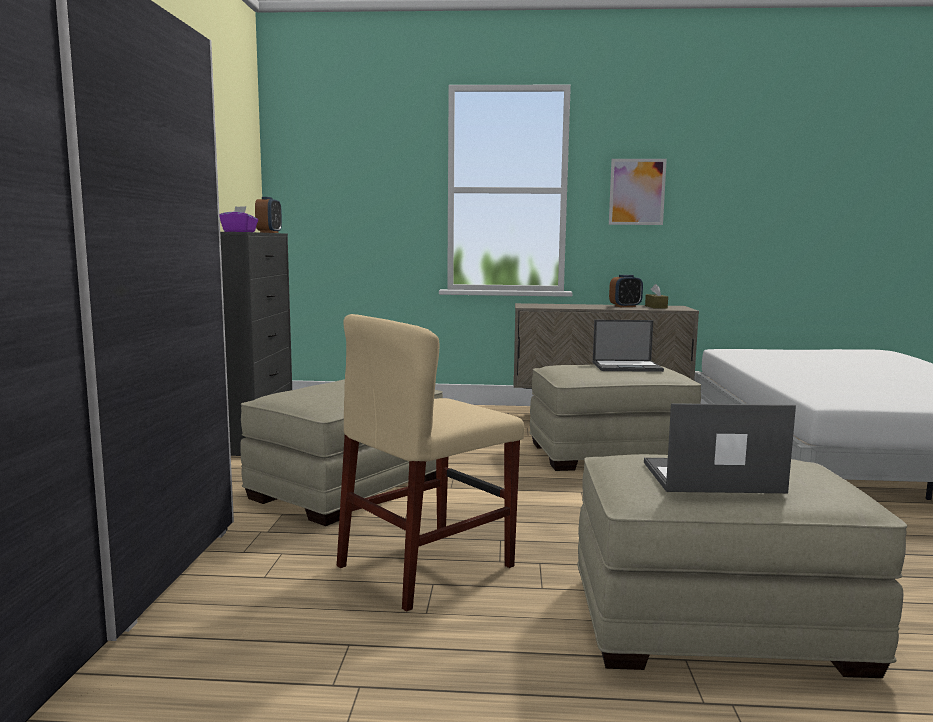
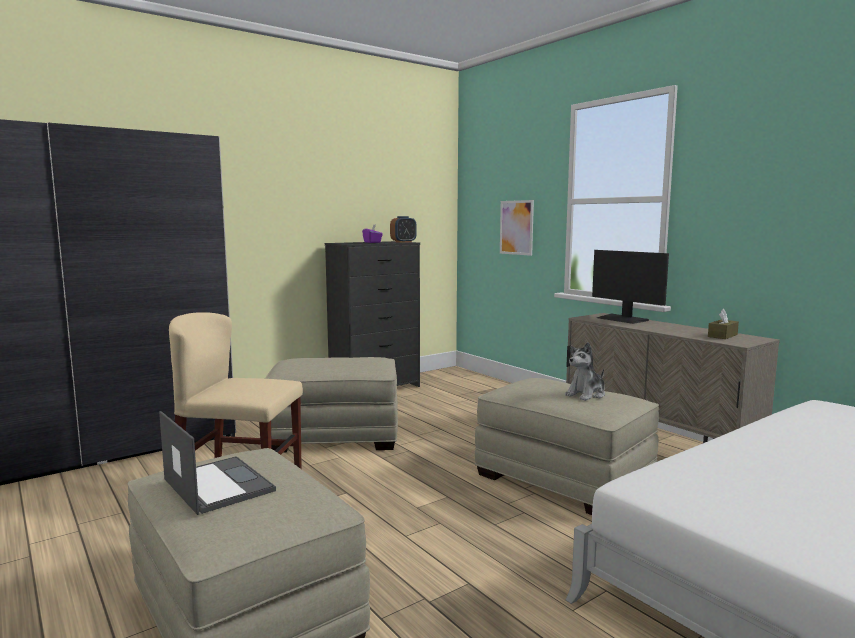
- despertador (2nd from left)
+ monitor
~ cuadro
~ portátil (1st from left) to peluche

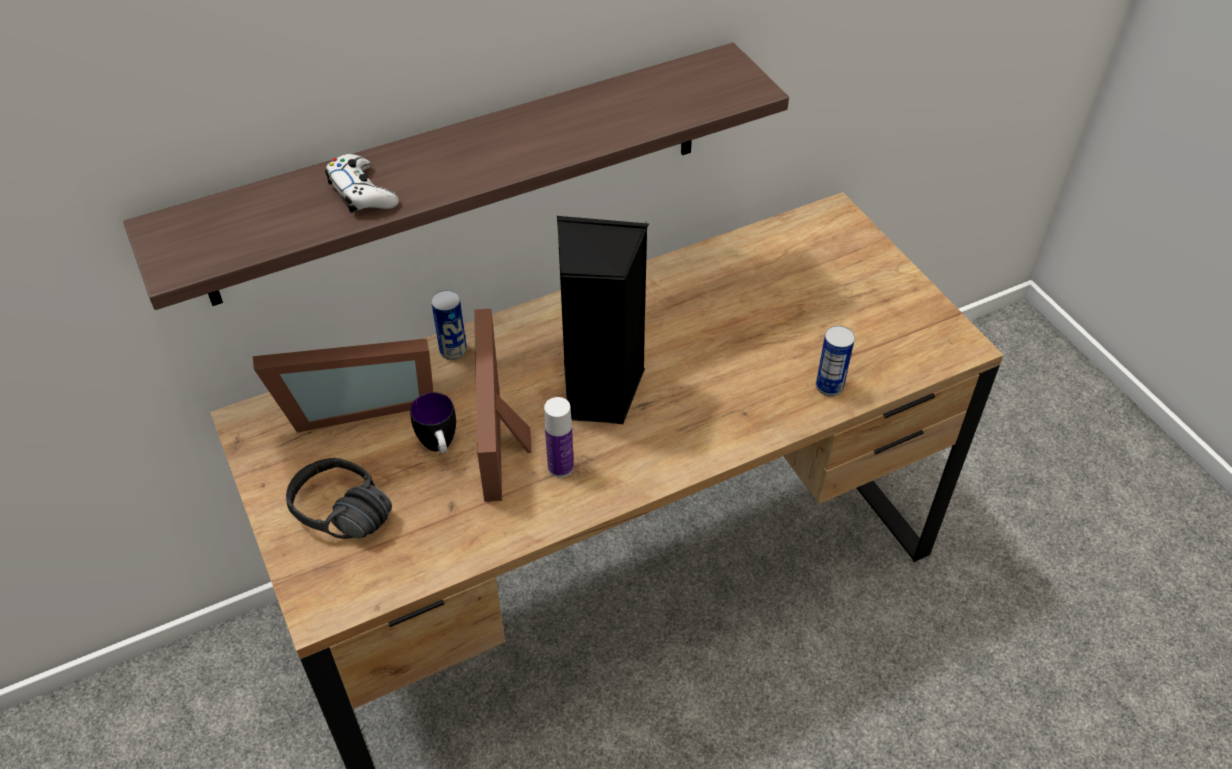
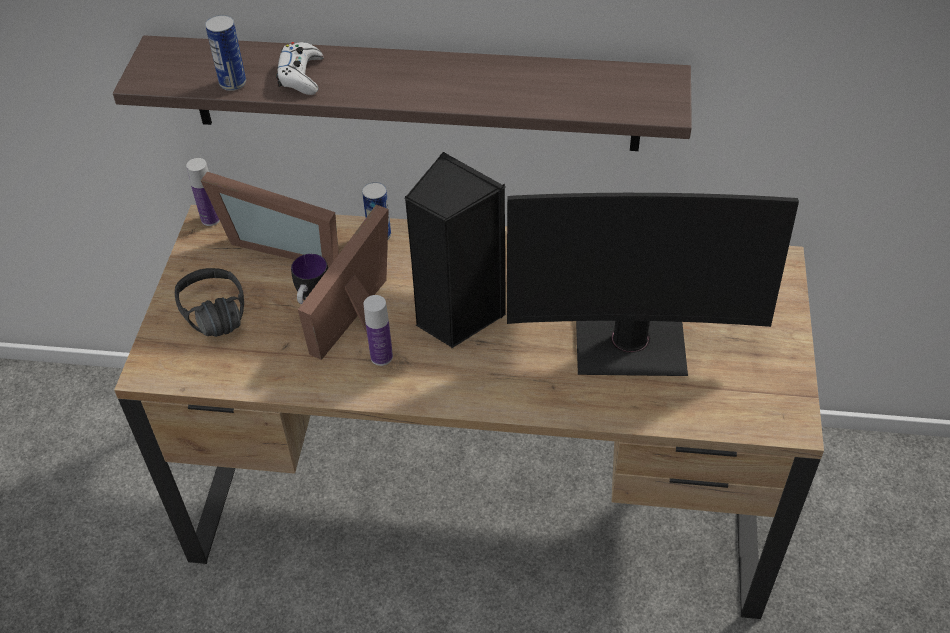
+ botella (1st from left)
+ monitor
~ lata (2nd from left in the first image) to lata (1st from left)

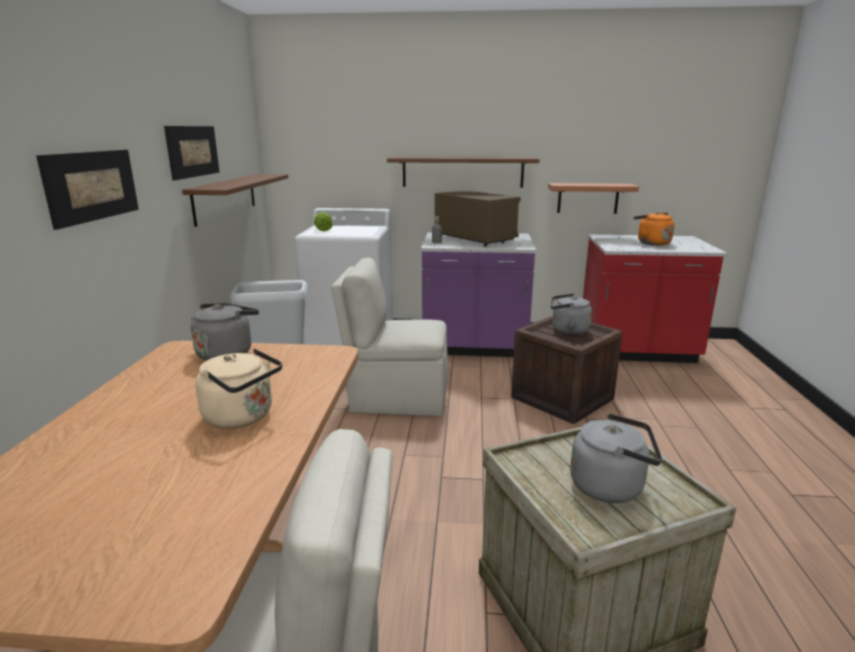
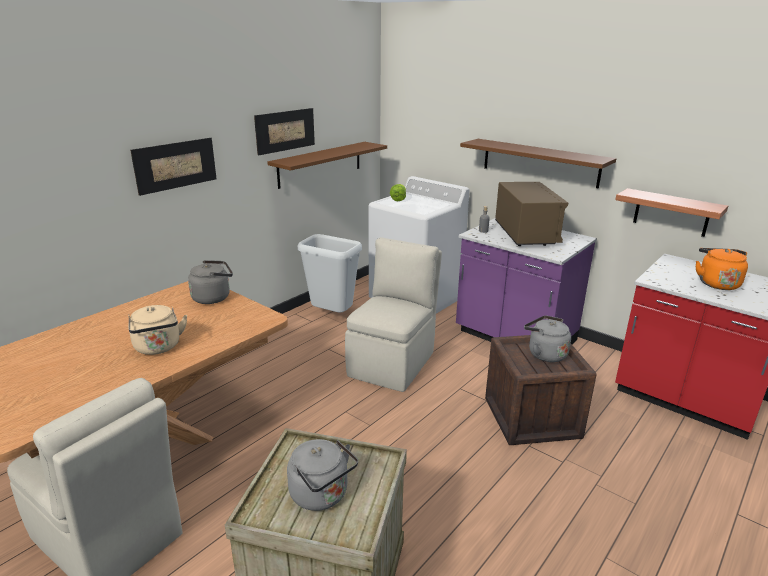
~ silla [beis] (2nd from left) 75 degrees clockwise

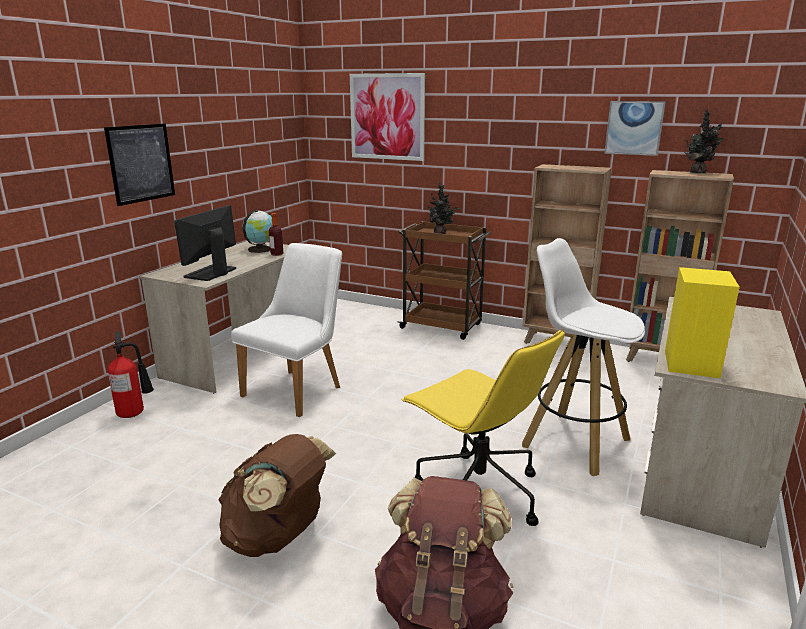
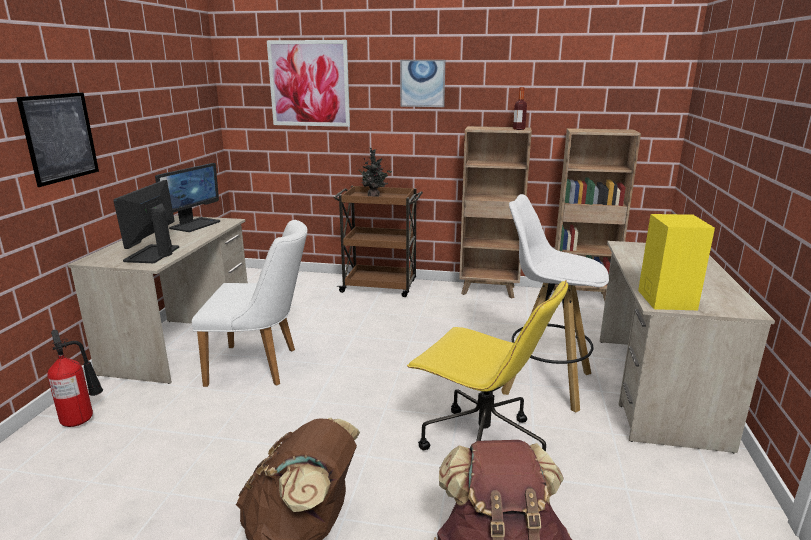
- planta en maceta (2nd from left)
~ botella
~ cuadro (3rd from left)
~ globo terráqueo to monitor (2nd from left)
~ silla [blanco] 75 degrees clockwise

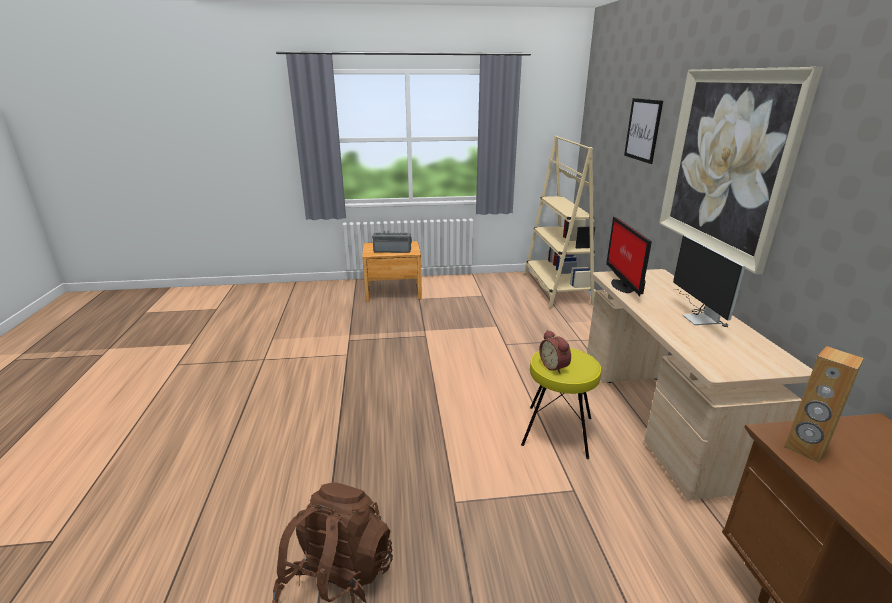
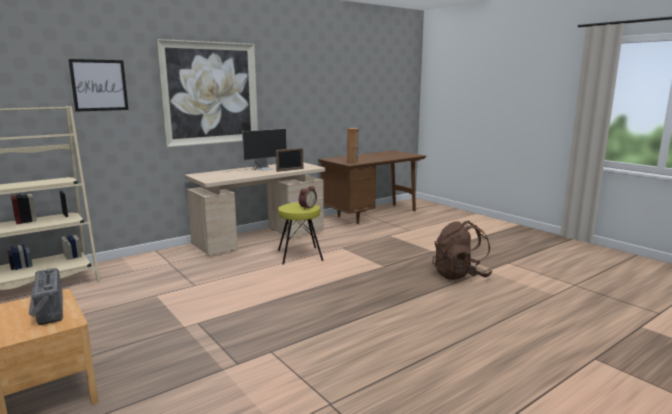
- monitor (1st from left)
+ portarretratos

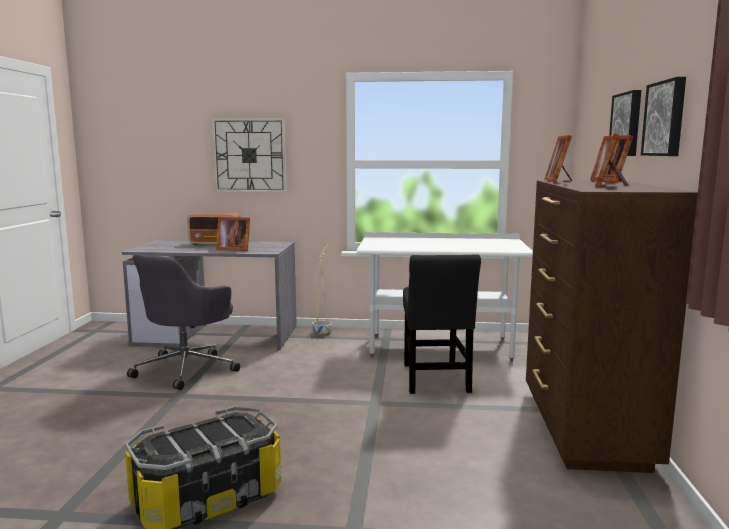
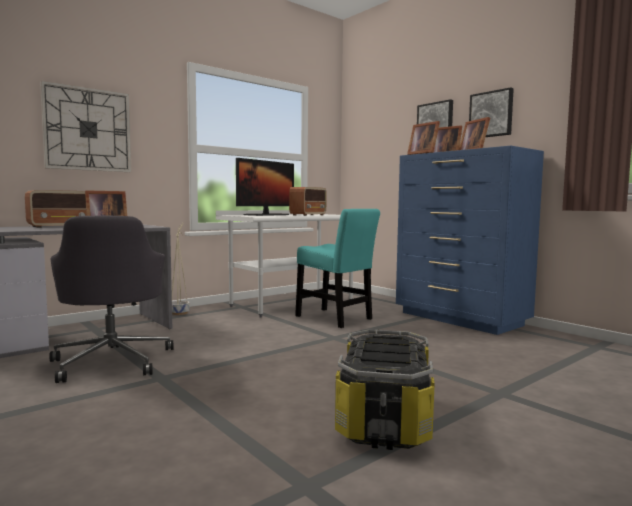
+ monitor
+ radio (2nd from left)
~ silla [negro] to silla [turquesa]
~ cómoda [marrón] to cómoda [azul]

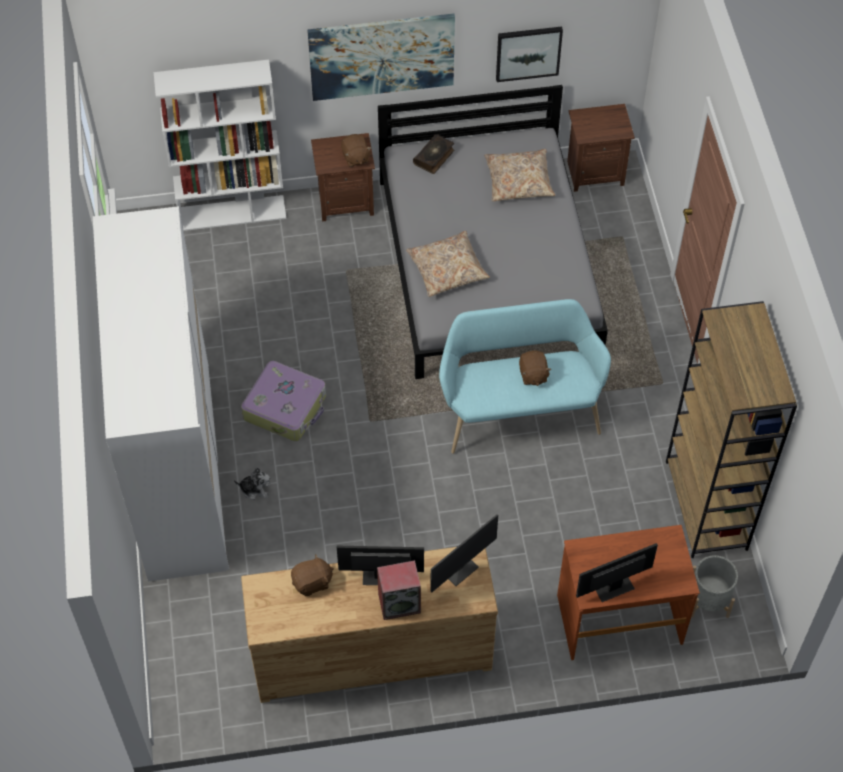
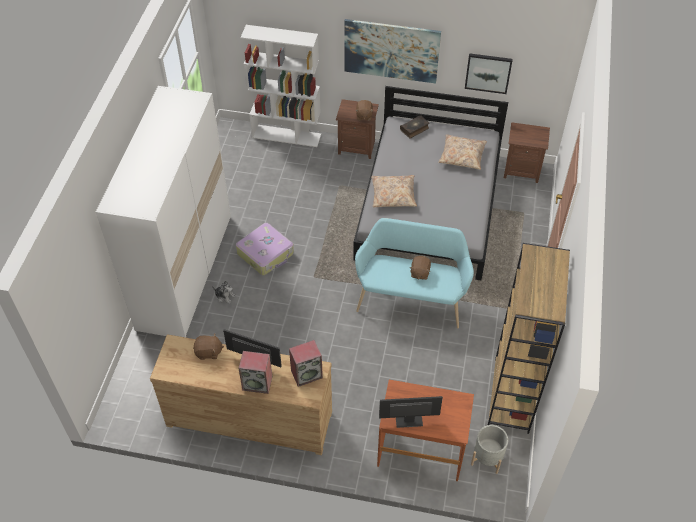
~ monitor (2nd from left) to altavoz (2nd from left)

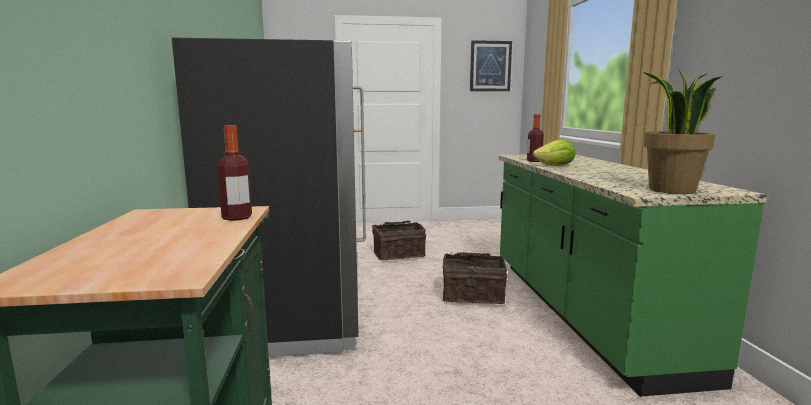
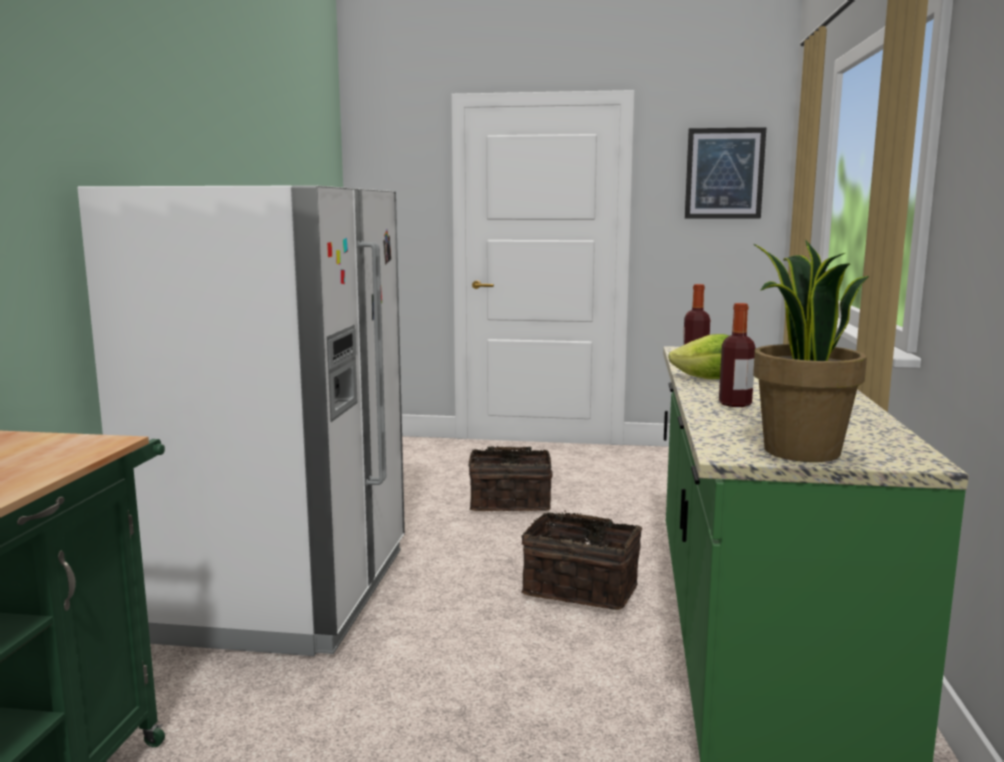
~ botella (1st from left in the first image) to botella (2nd from left)
~ nevera [negro] to nevera [blanco]

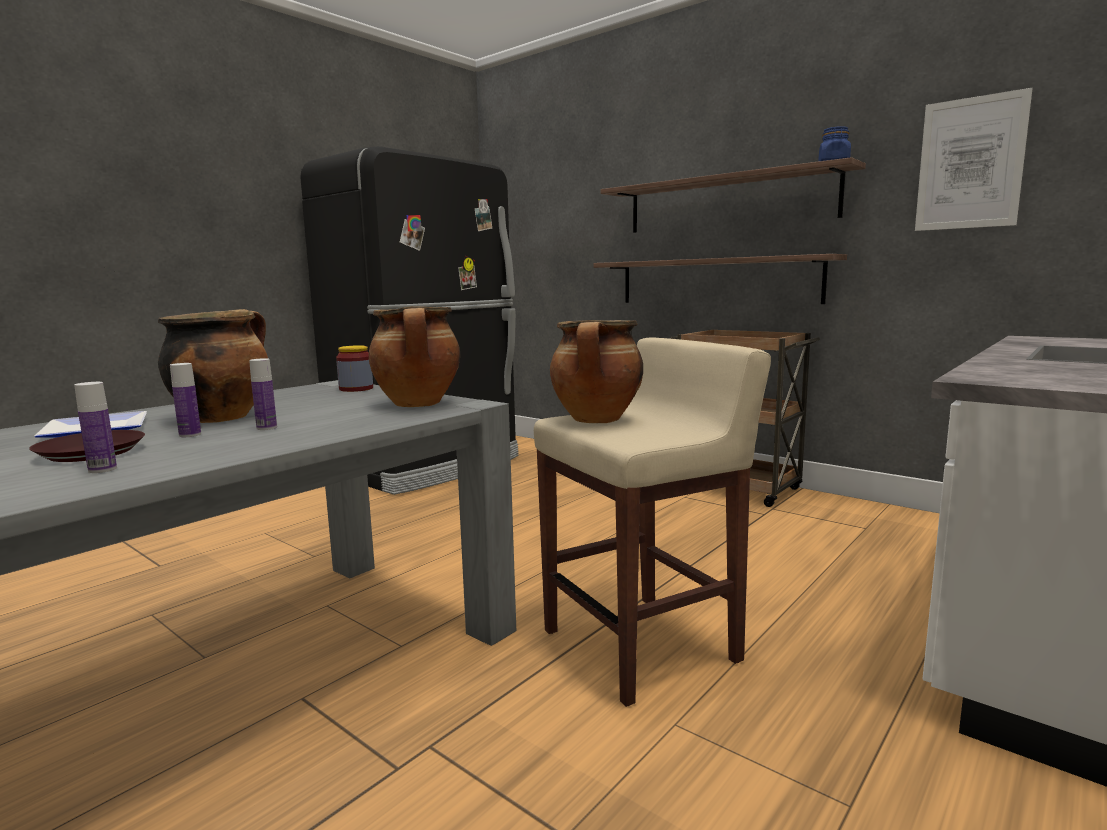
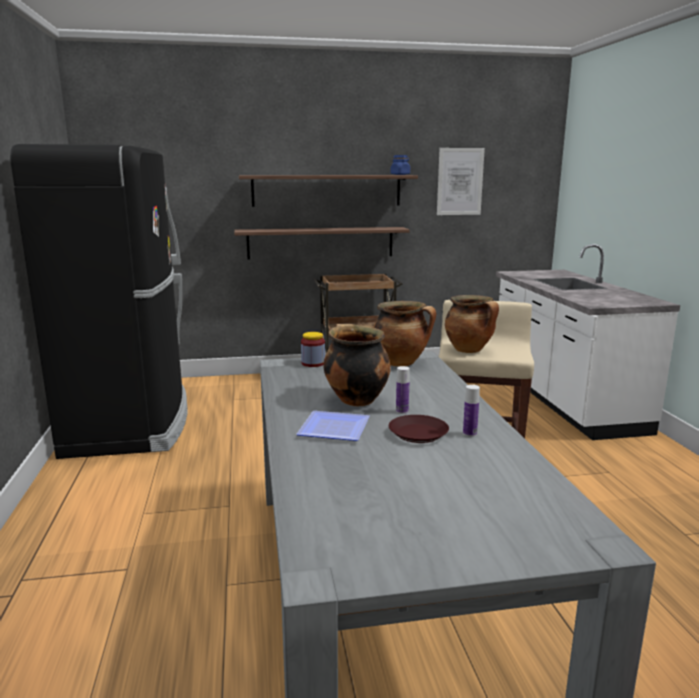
- botella (3rd from left)

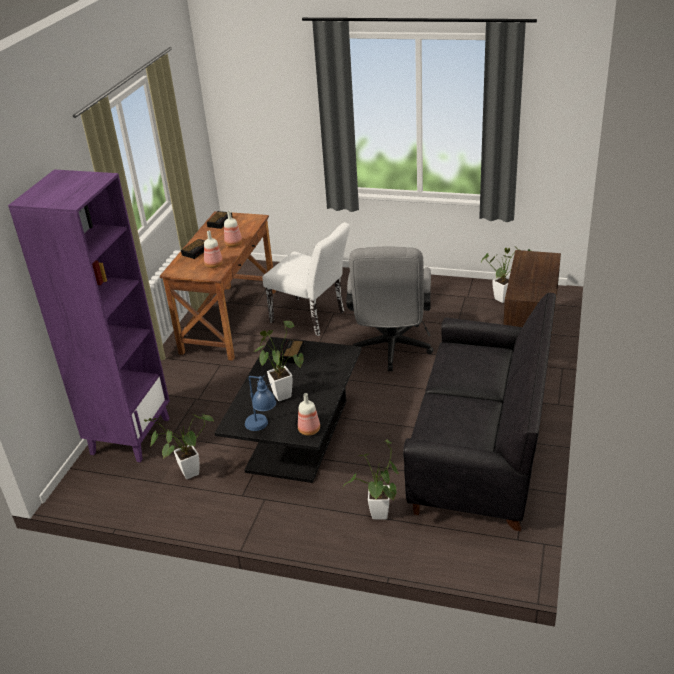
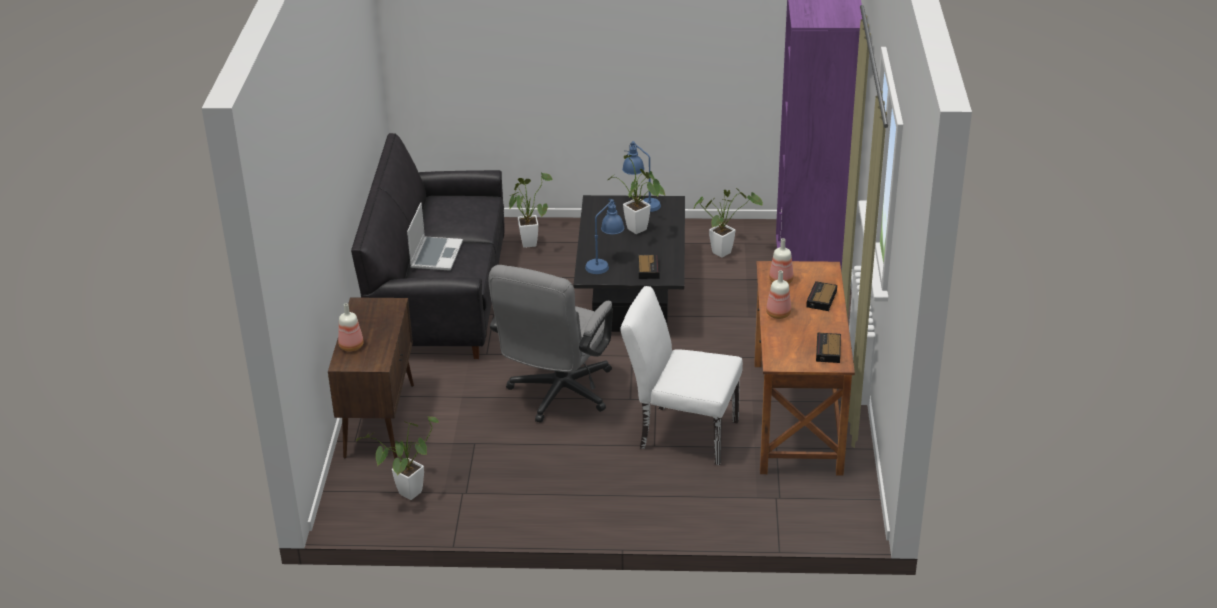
+ portátil
+ lámpara de mesa [azul] (1st from left)
~ botella (3rd from left in the first image) to botella (1st from left)
~ silla de oficina [gris] 150 degrees counterclockwise

